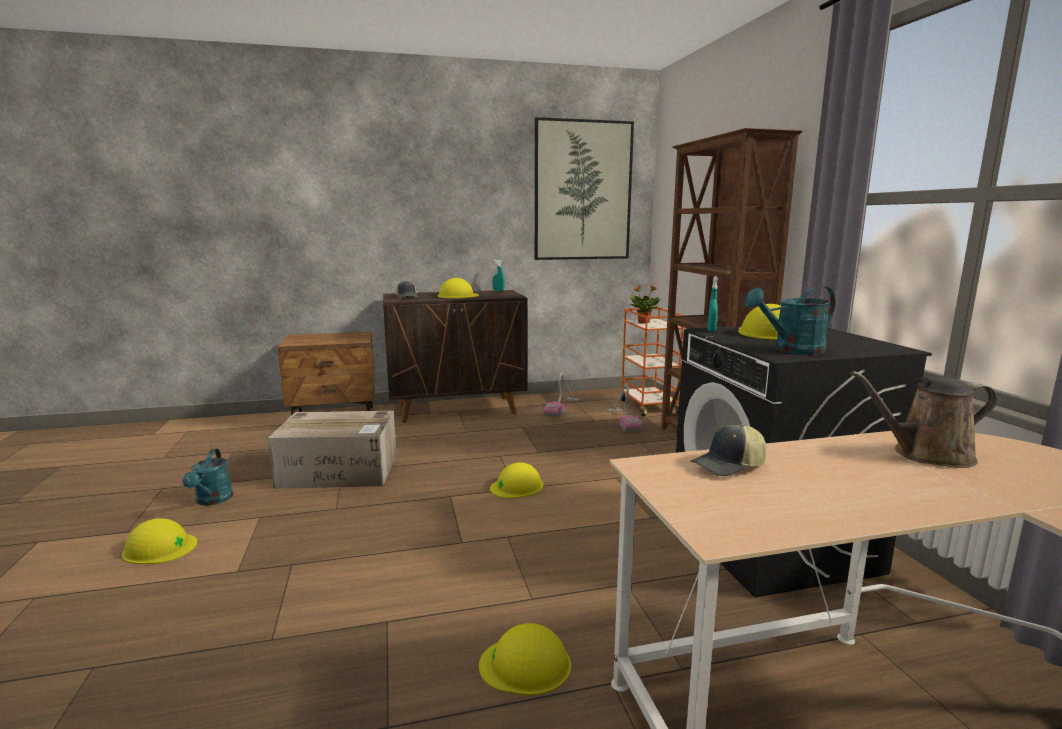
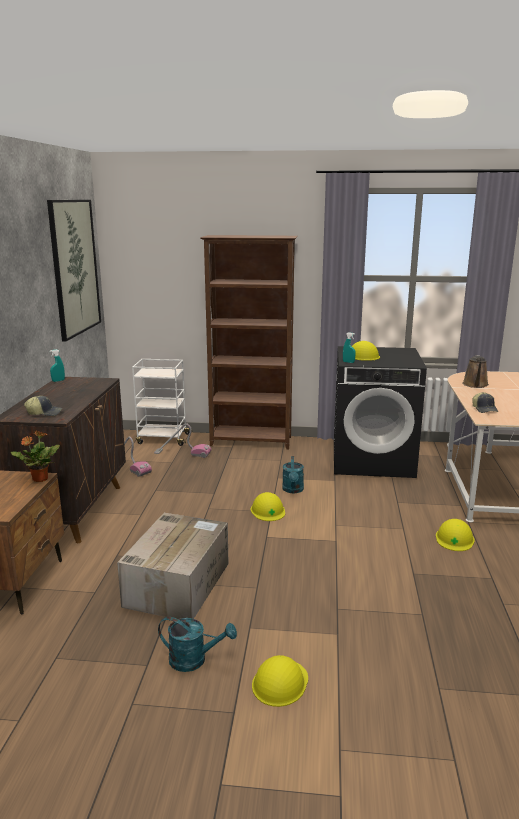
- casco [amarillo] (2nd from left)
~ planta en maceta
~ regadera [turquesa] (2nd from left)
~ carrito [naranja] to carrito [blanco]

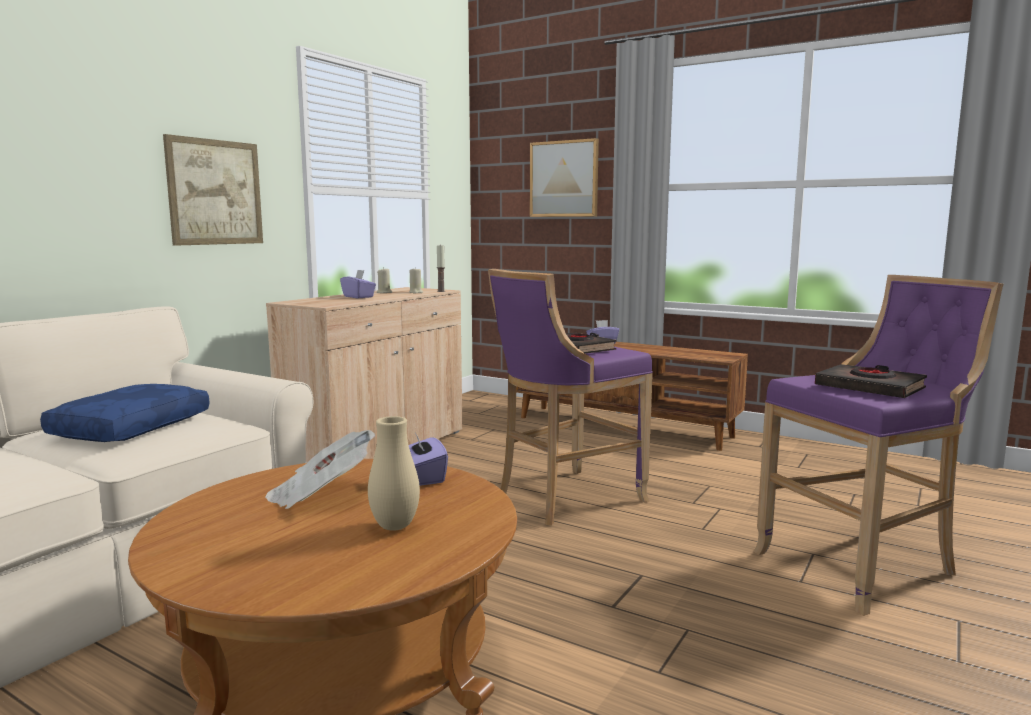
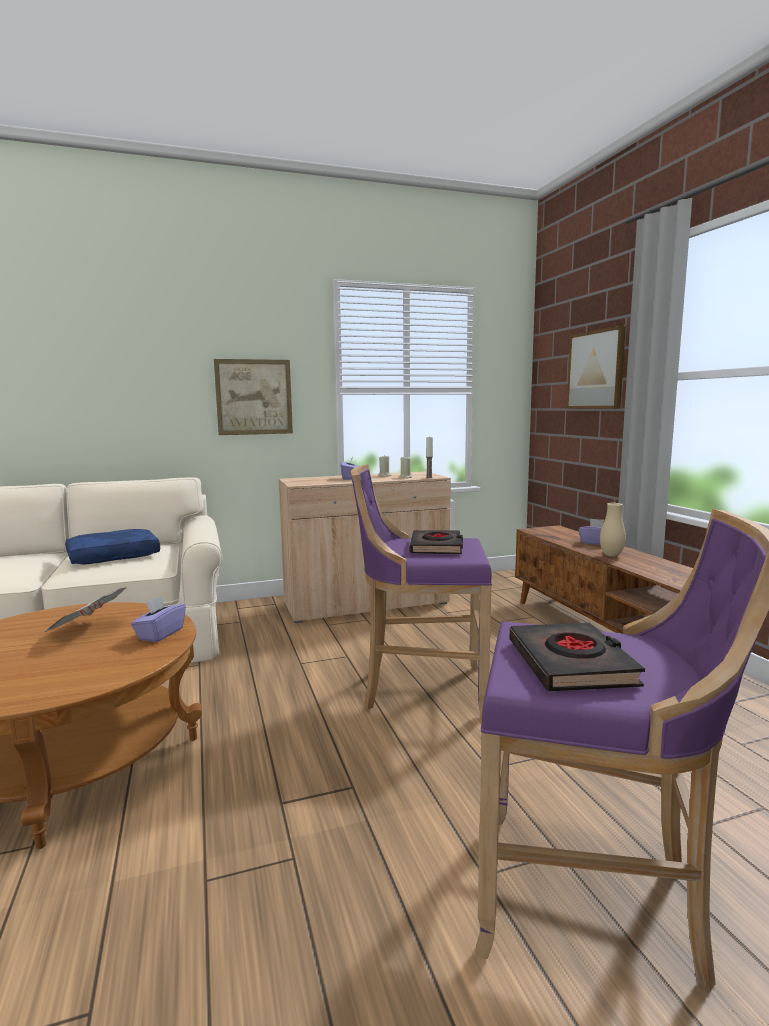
~ florero [beis]

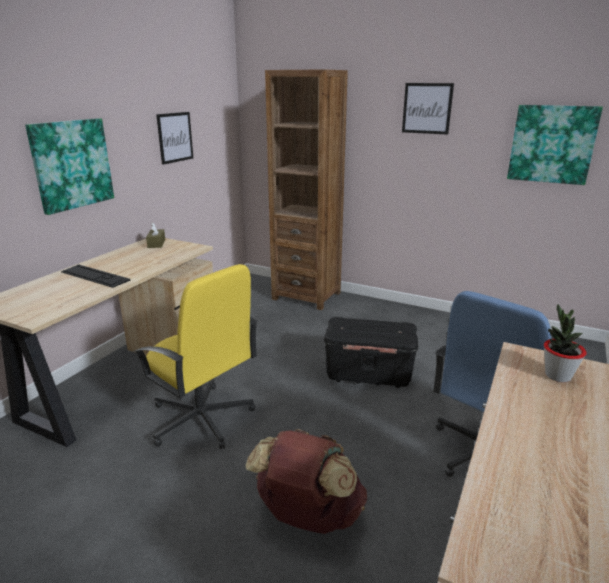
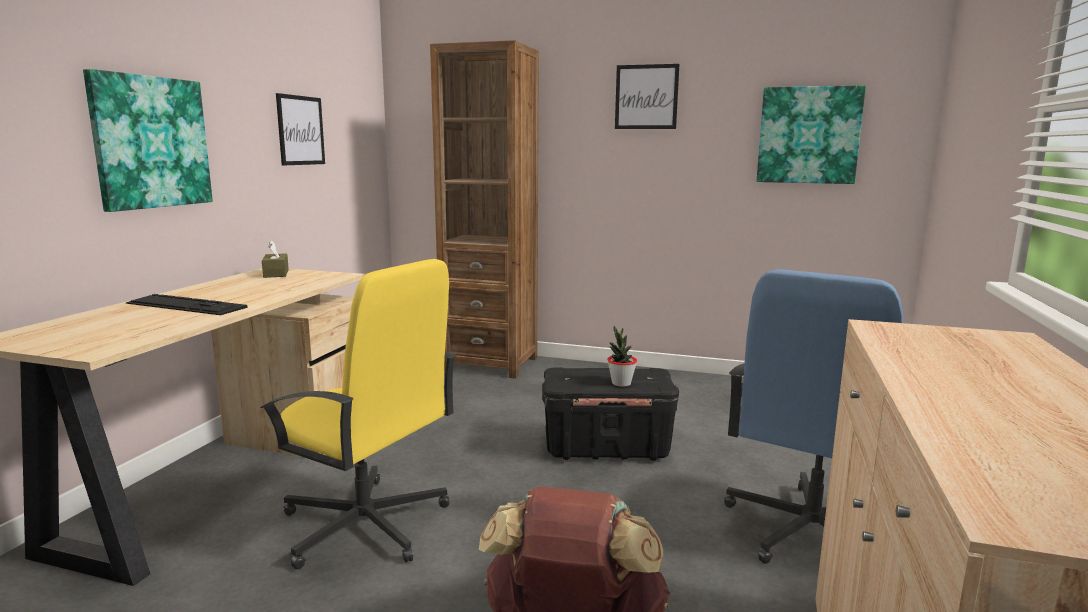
~ planta en maceta

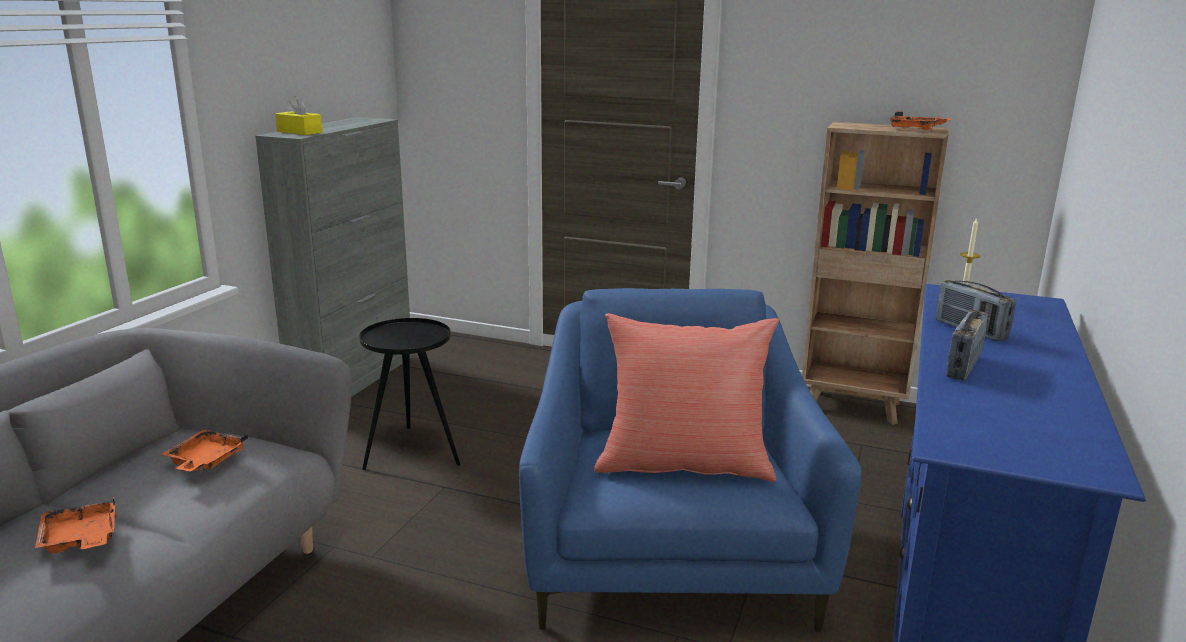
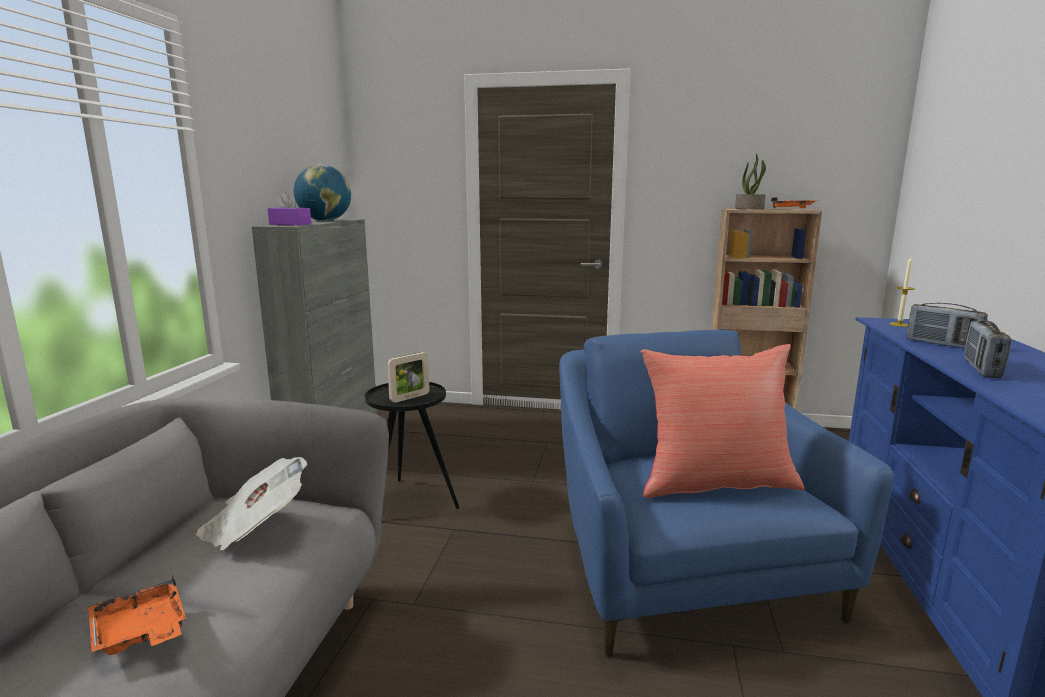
+ globo terráqueo
+ portarretratos
+ planta en maceta
~ bandeja [naranja] (2nd from left) to periódico
~ caja de pañuelos [amarillo] to caja de pañuelos [morado]

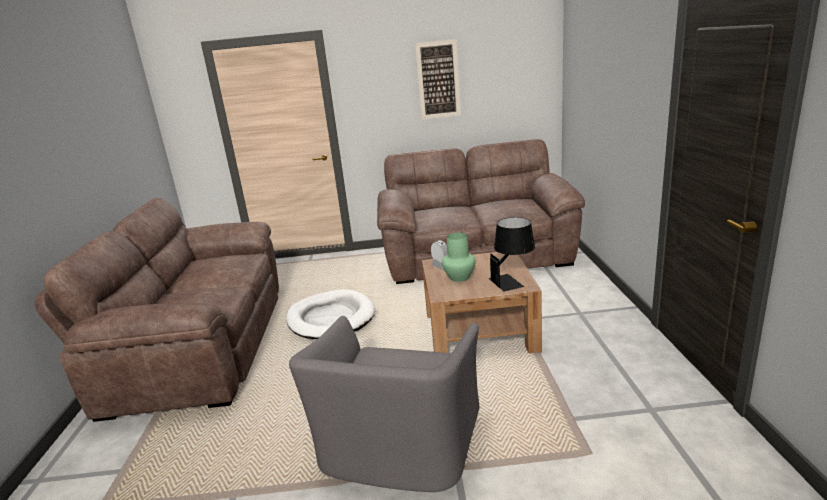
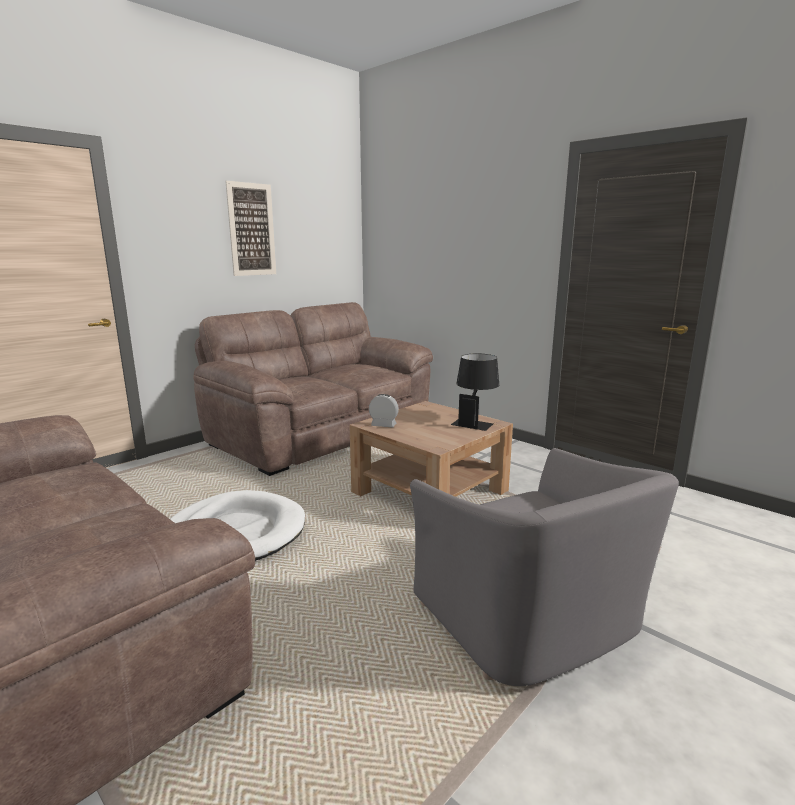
- florero [verde]

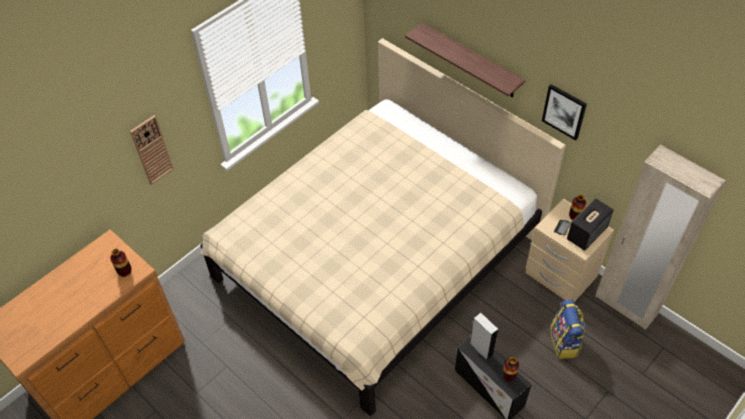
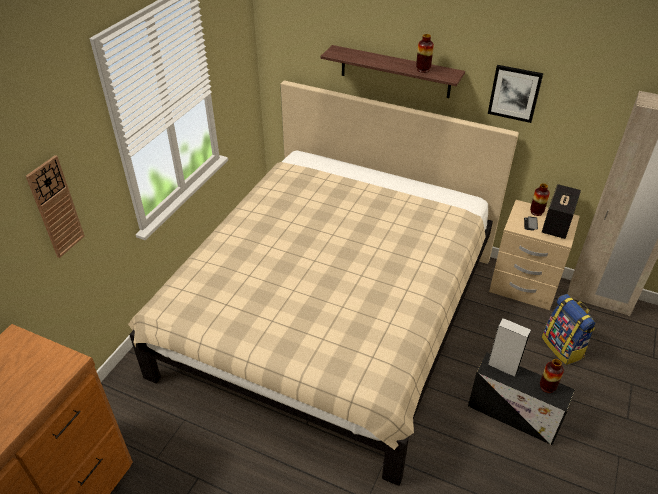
~ florero (1st from left)

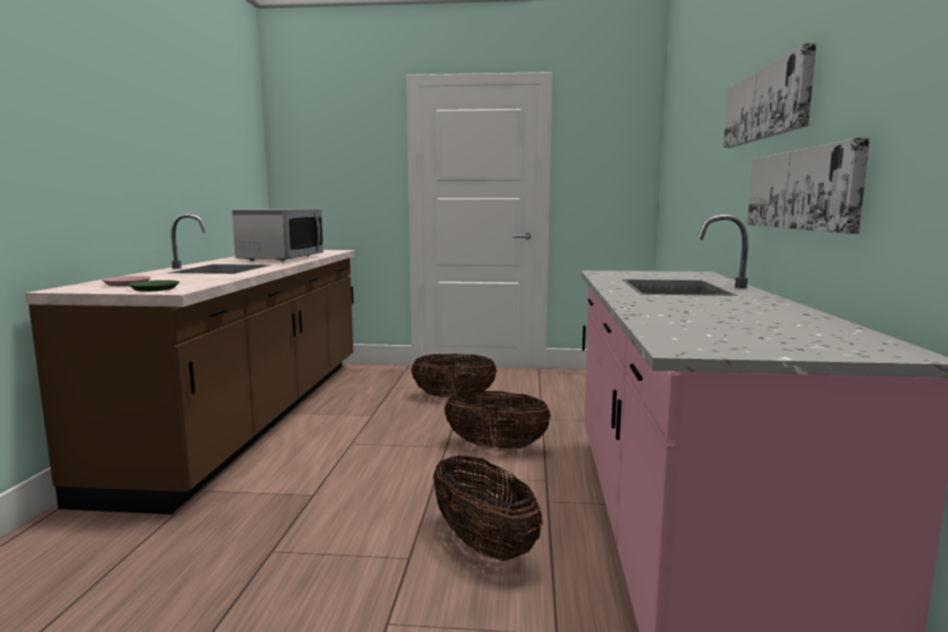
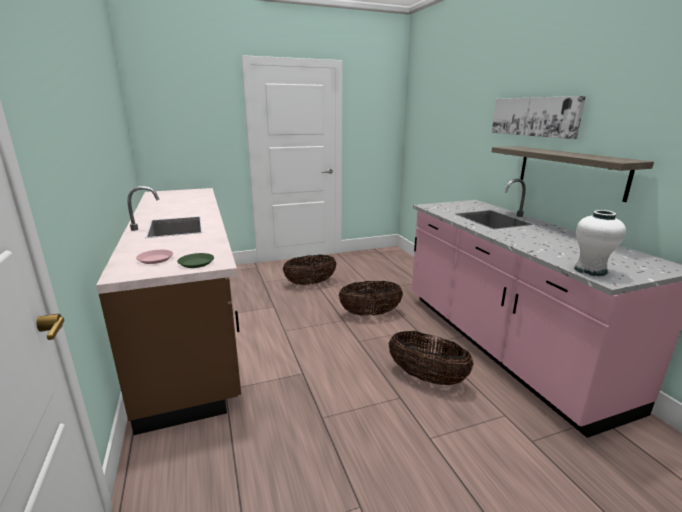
- microondas
+ florero [blanco]
~ cuadro (2nd from left) to estante

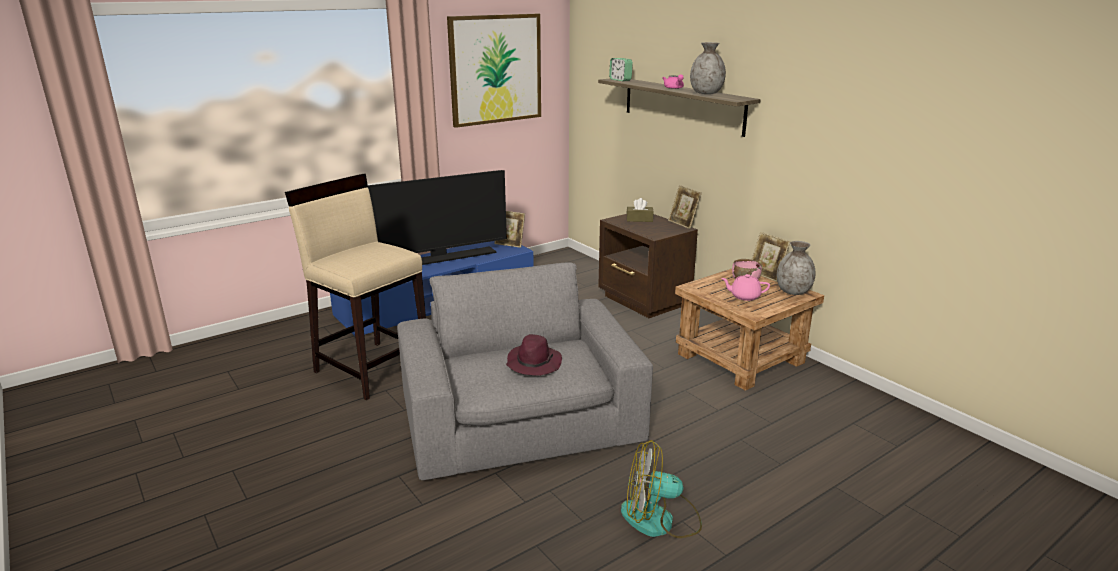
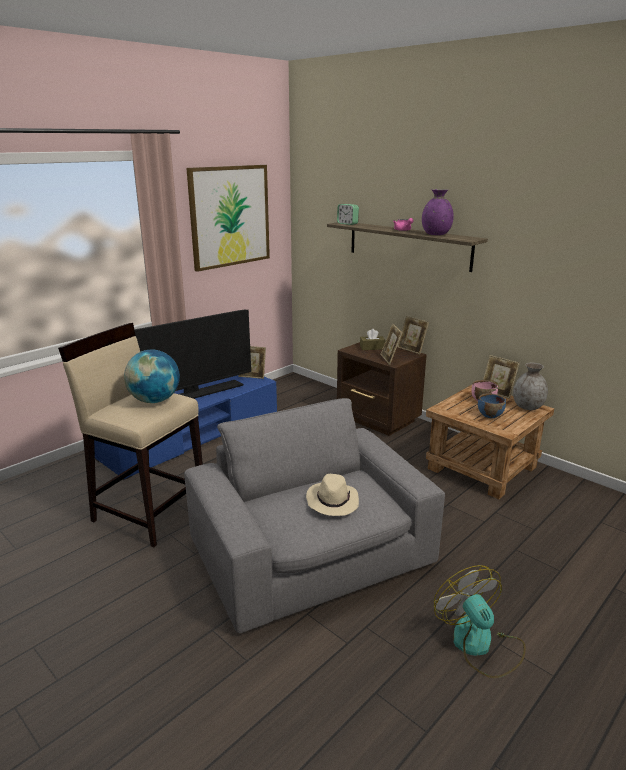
+ globo terráqueo
+ portarretratos (2nd from left)
~ tetera [rosa] (2nd from left) to cuenco [azul]
~ sombrero [morado] to sombrero [beis]
~ florero [gris] (1st from left) to florero [morado]
~ ventilador 75 degrees clockwise

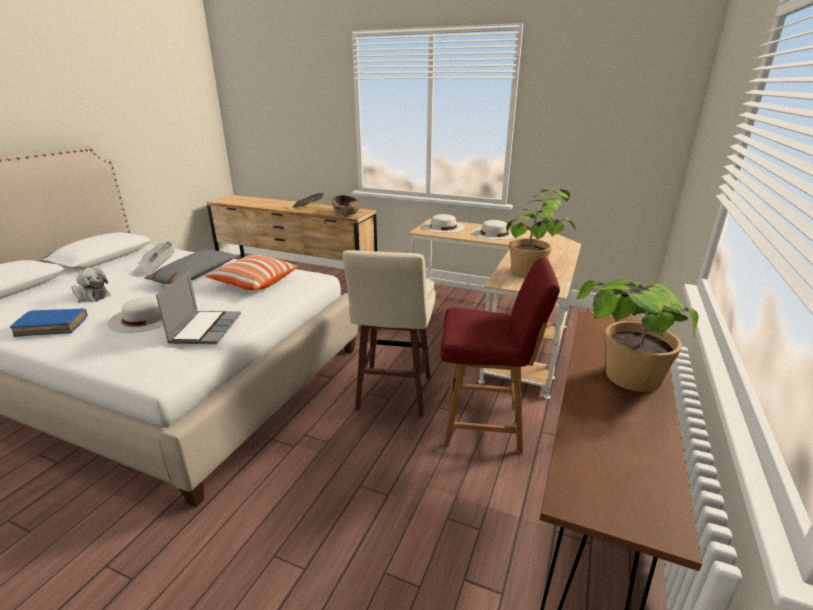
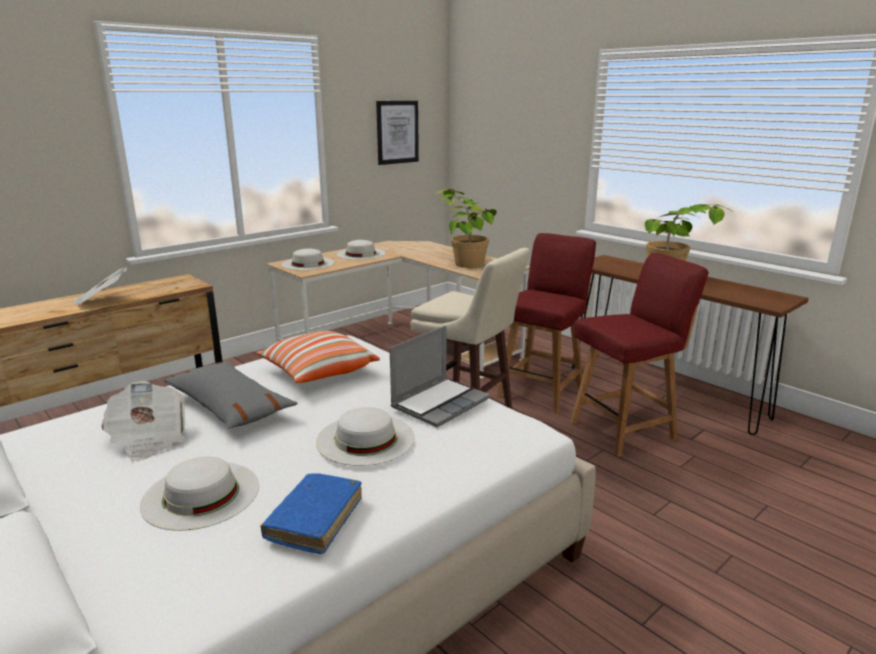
- cuenco [marrón]
+ cuadro
+ silla [rojo] (2nd from left)
~ peluche to sombrero [blanco] (1st from left)
~ portátil 105 degrees clockwise

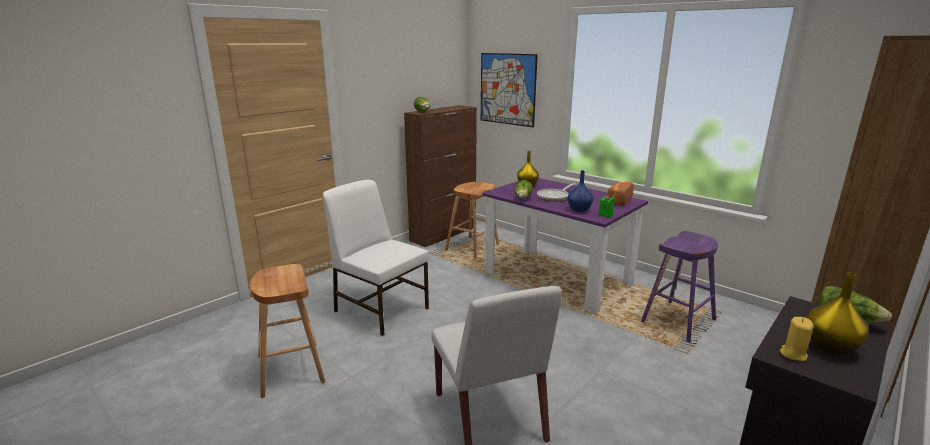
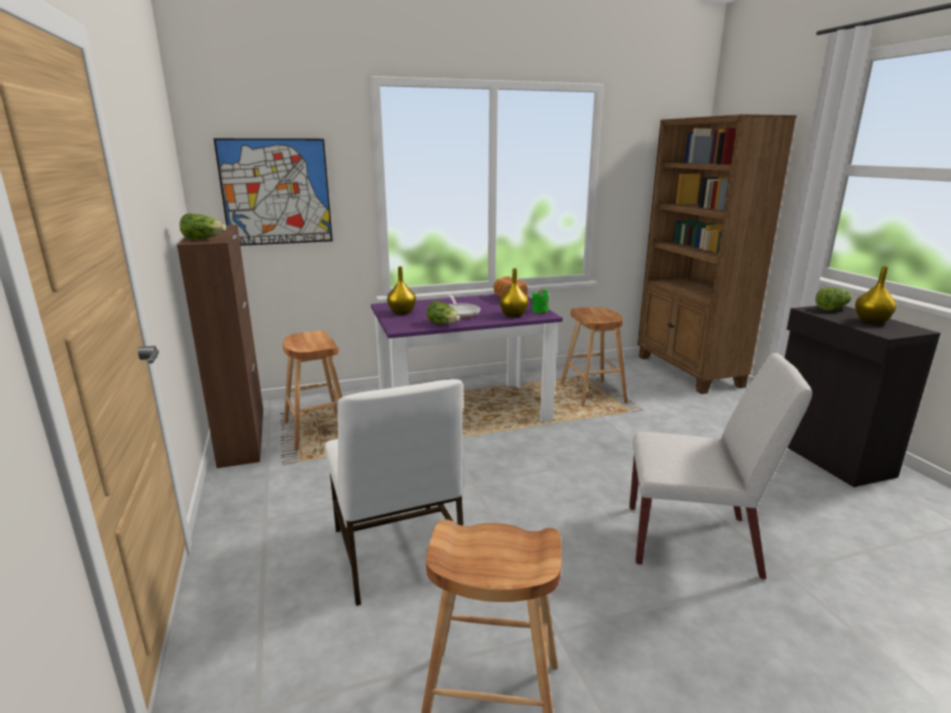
- vela [amarillo]
~ florero [azul] to florero [amarillo] (2nd from left)
~ taburete [morado] to taburete [marrón] (3rd from left)
~ silla [blanco] (1st from left) 90 degrees counterclockwise

